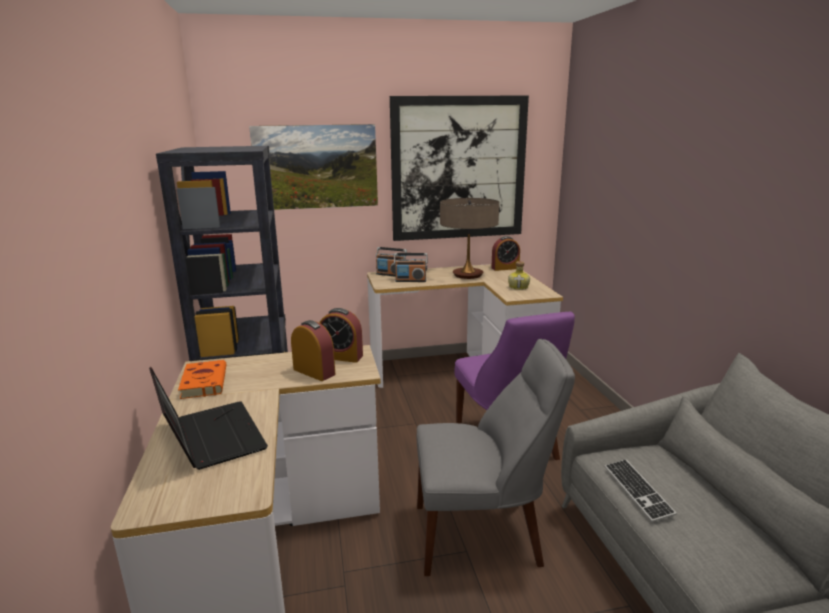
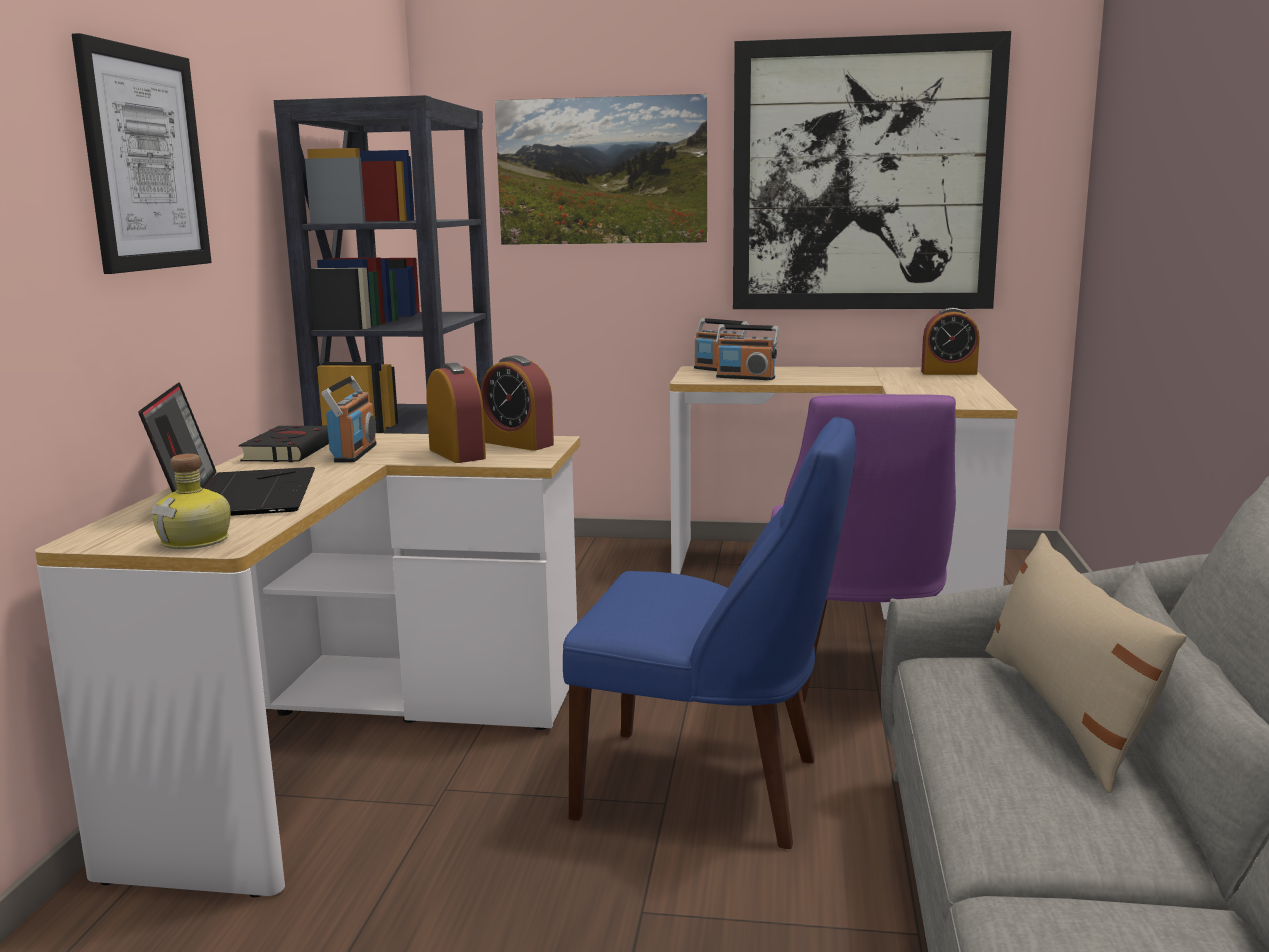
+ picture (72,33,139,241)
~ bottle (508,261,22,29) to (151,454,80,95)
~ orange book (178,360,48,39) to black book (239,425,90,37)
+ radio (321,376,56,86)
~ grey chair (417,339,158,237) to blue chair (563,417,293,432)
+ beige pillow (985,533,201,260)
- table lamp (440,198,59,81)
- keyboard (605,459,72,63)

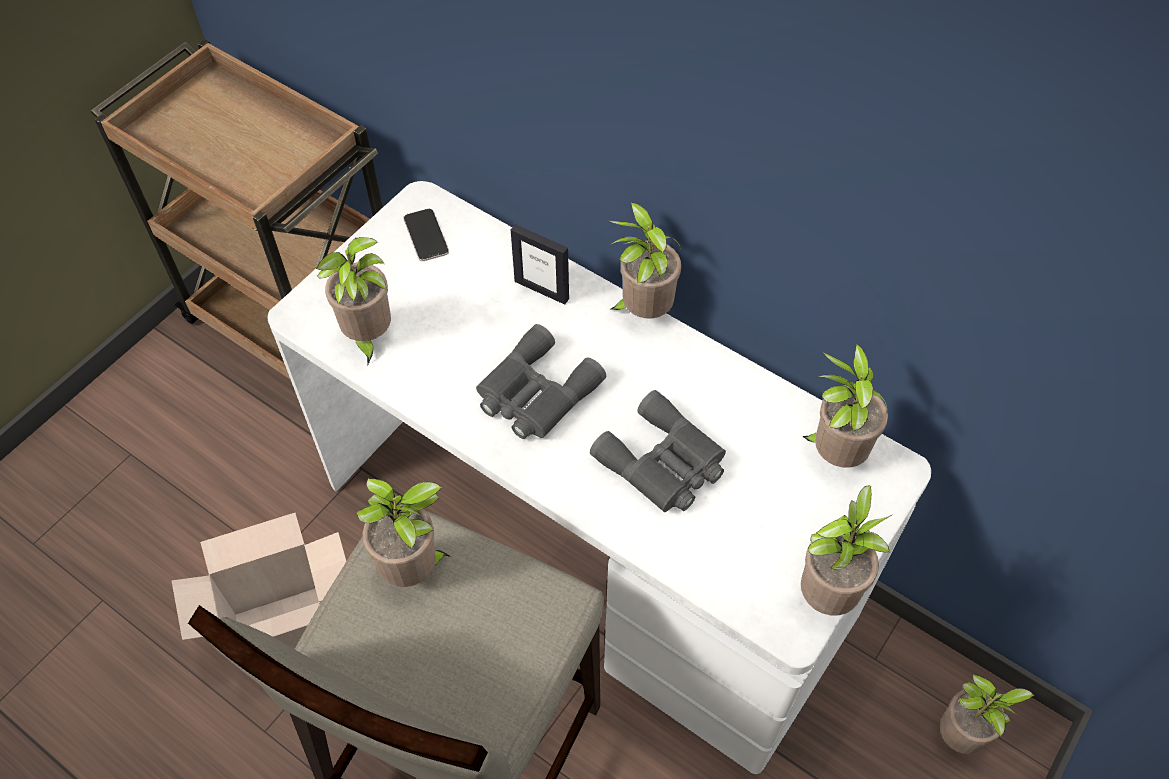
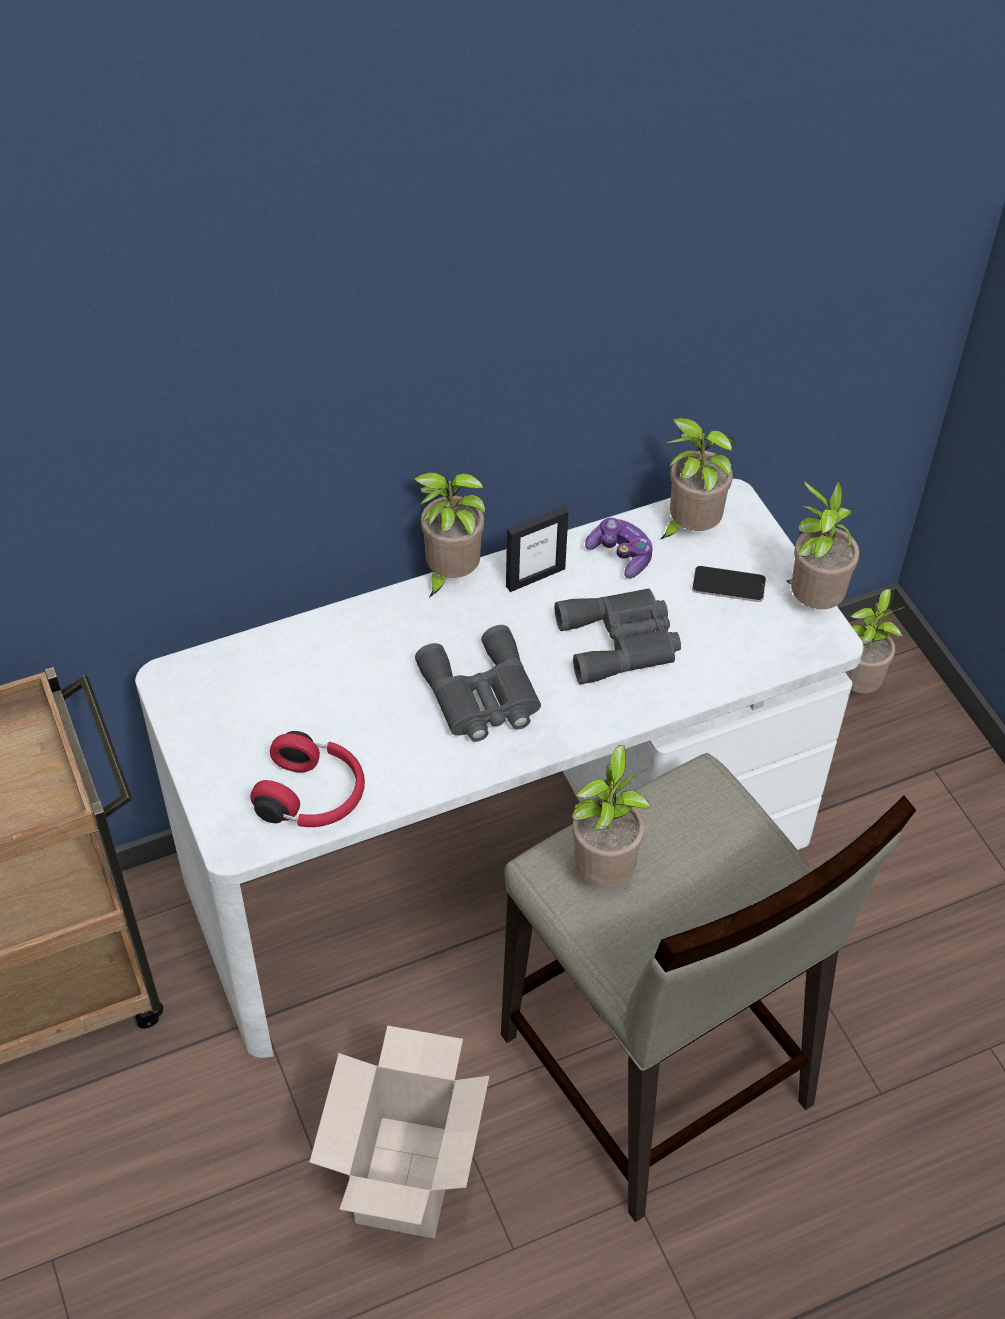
~ potted plant (316,237,75,127) to red headphones (250,731,115,96)
~ picture frame (511,224,58,81) to (506,506,62,86)
+ game controller (585,517,68,61)
~ phone (404,208,45,53) to (692,566,74,36)

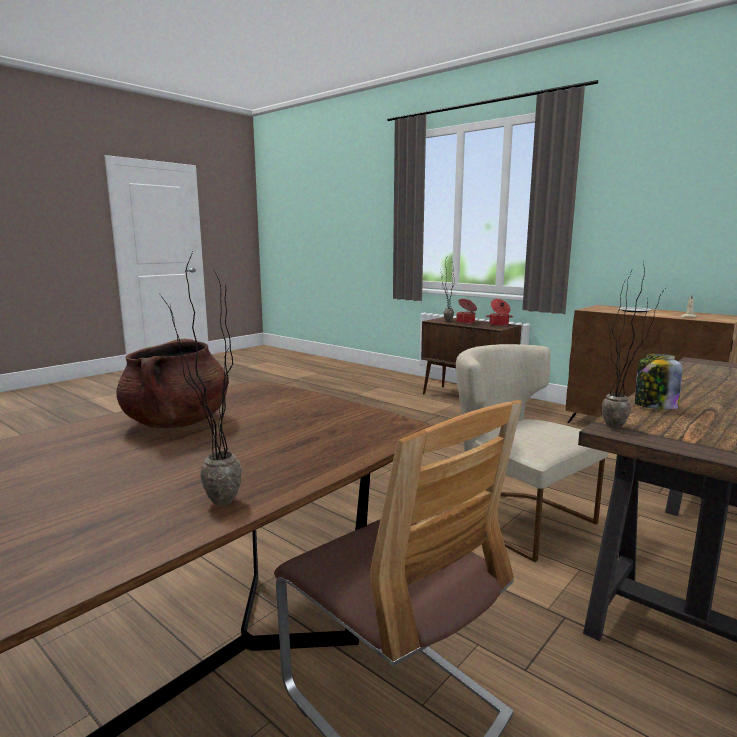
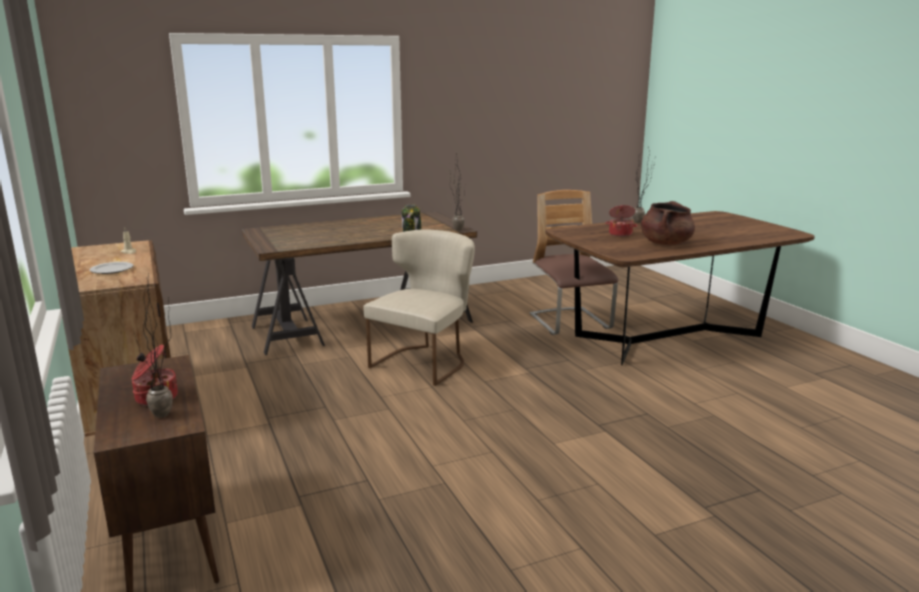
~ beige chair (456,344,153,218) = (363,229,112,157) 135 degrees counterclockwise
~ cooking pot (486,299,27,27) to (605,205,33,32)

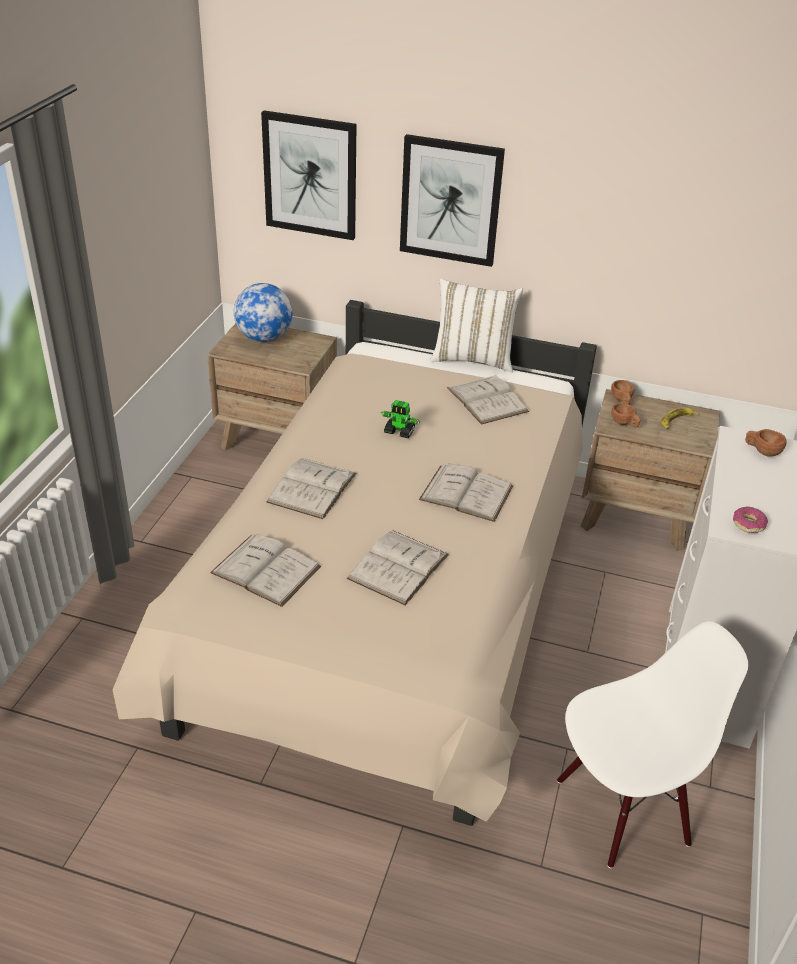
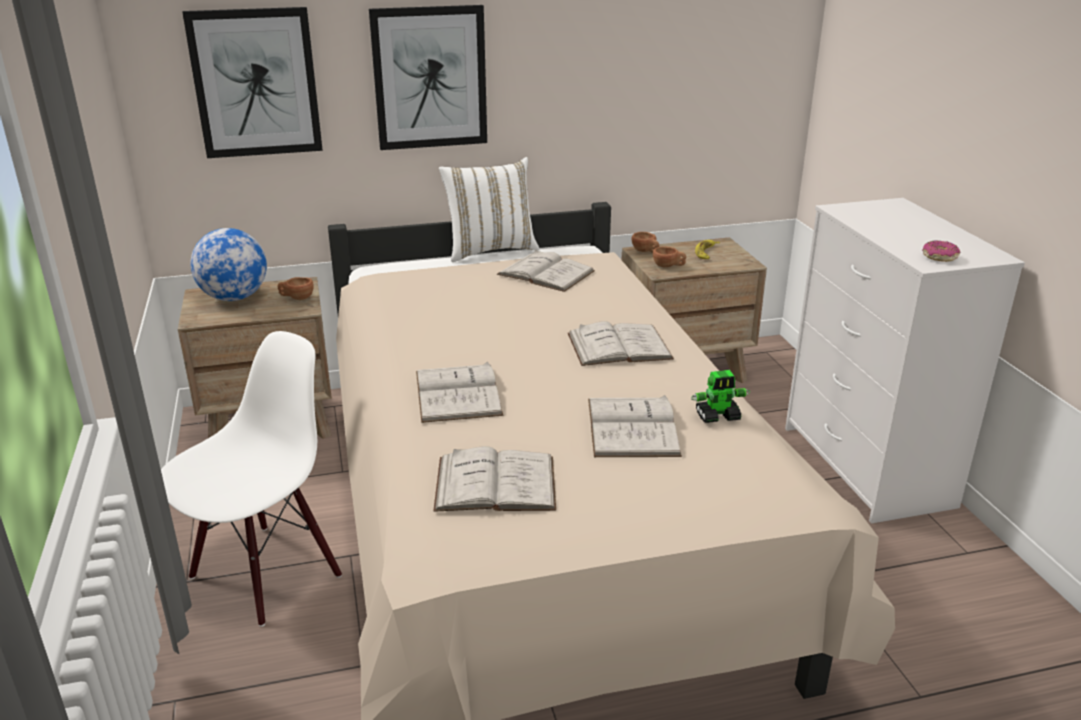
~ white chair (557,621,191,247) to (161,331,181,296)
~ brown cup (745,429,42,28) to (278,277,36,23)
~ toy robot (380,400,40,38) to (691,370,59,53)

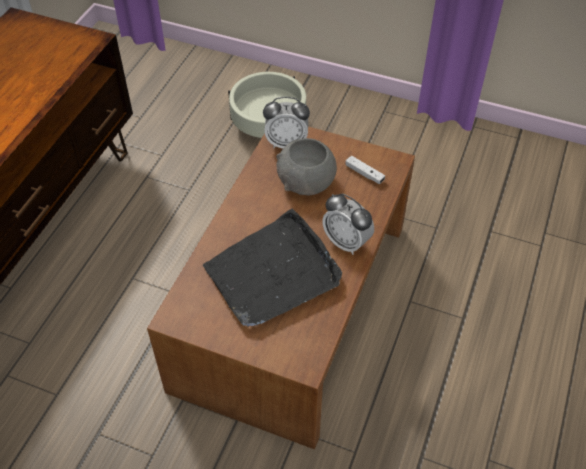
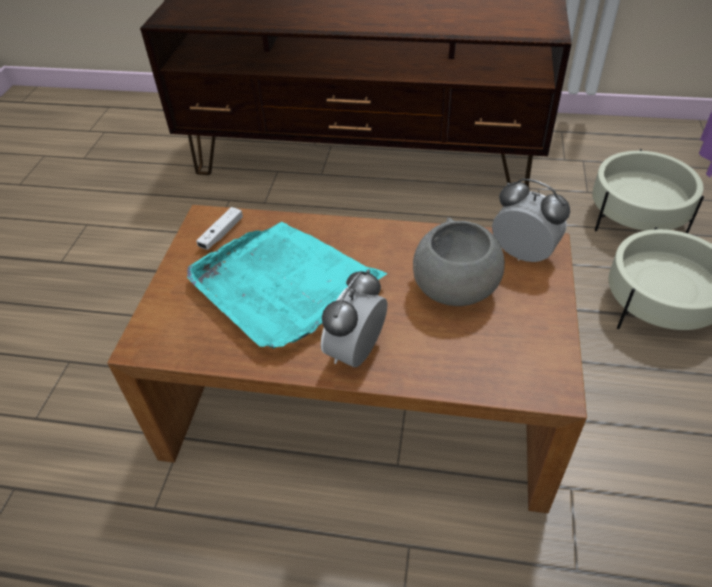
~ black tray (203,208,139,119) to turquoise tray (187,222,200,127)
~ white game controller (345,156,40,28) to (196,207,47,43)
~ alarm clock (263,97,47,51) = (492,179,78,83) 135 degrees clockwise
+ beige planter (592,149,112,84)

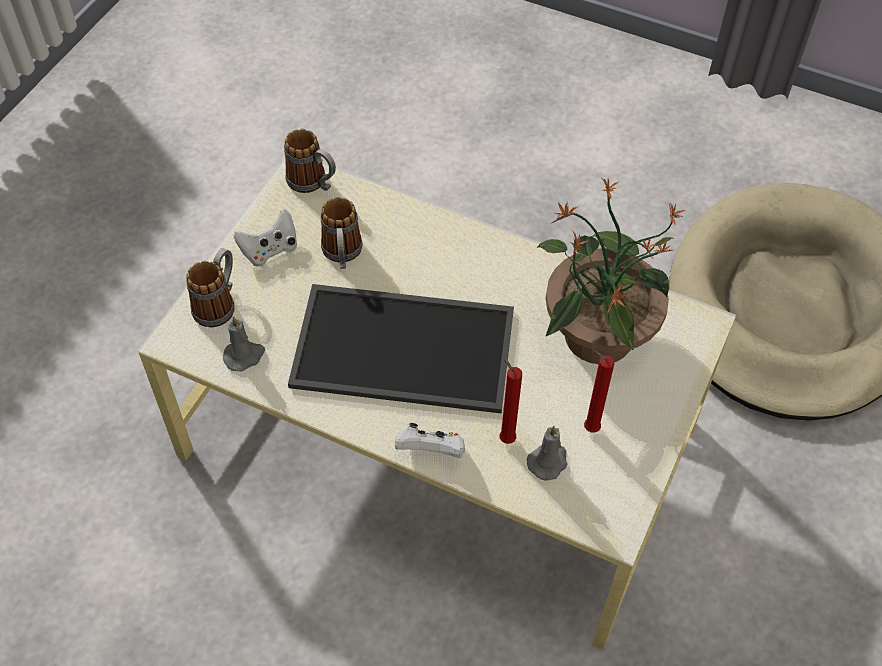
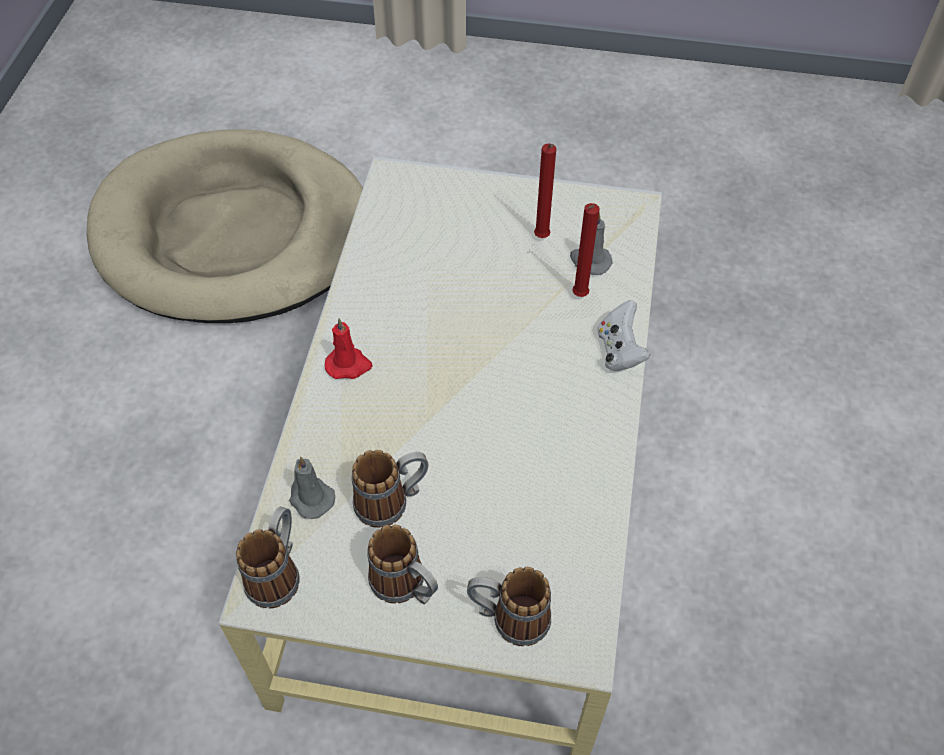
~ grey candle (223,316,42,56) to (289,457,46,62)
+ red candle (325,318,48,61)
~ white game controller (233,209,64,57) to mug (367,524,71,80)
- tray (288,284,226,129)
- potted plant (537,178,149,186)

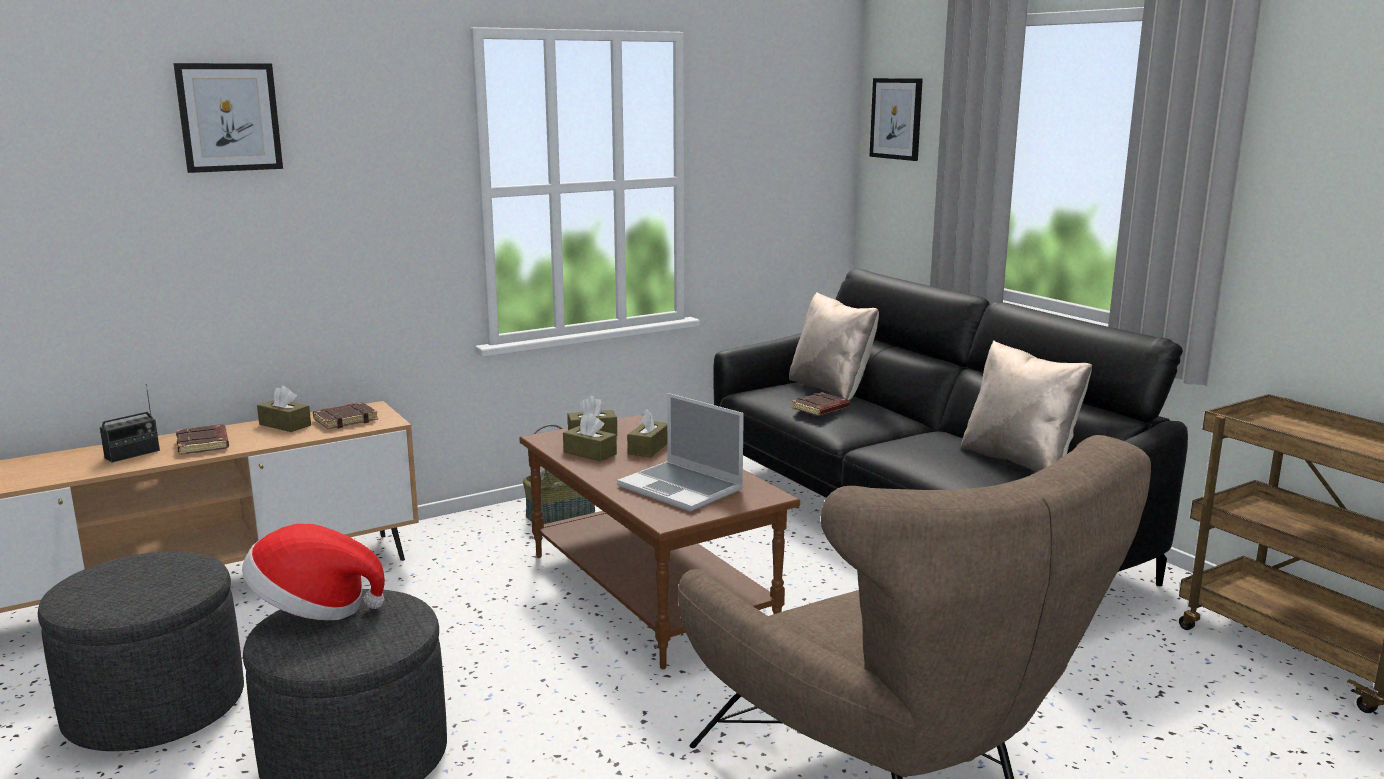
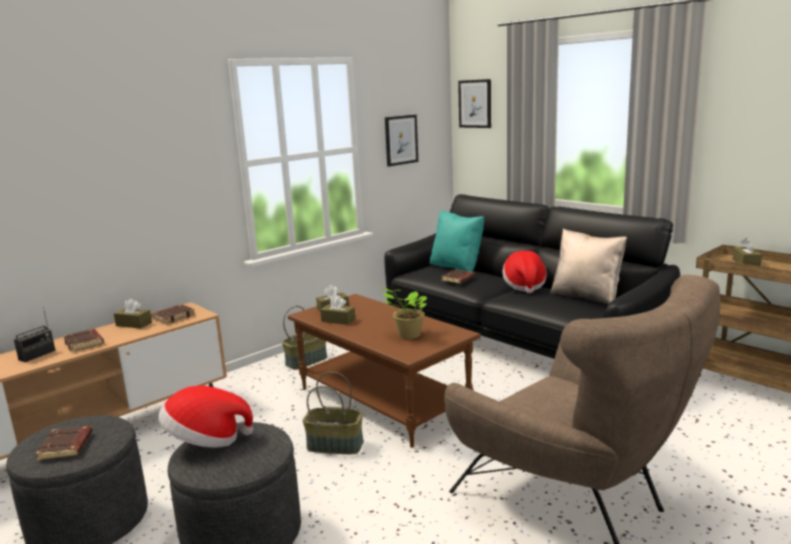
+ brown book (36,425,57,36)
+ basket (303,372,61,82)
~ laptop (617,393,127,119) to potted plant (380,287,47,52)
~ picture (173,63,110,110) to (385,115,33,52)
~ beige pillow (789,292,90,108) to turquoise pillow (430,210,54,62)
+ hat (502,251,45,42)
~ brown tissue box (627,409,40,48) to (733,238,29,29)

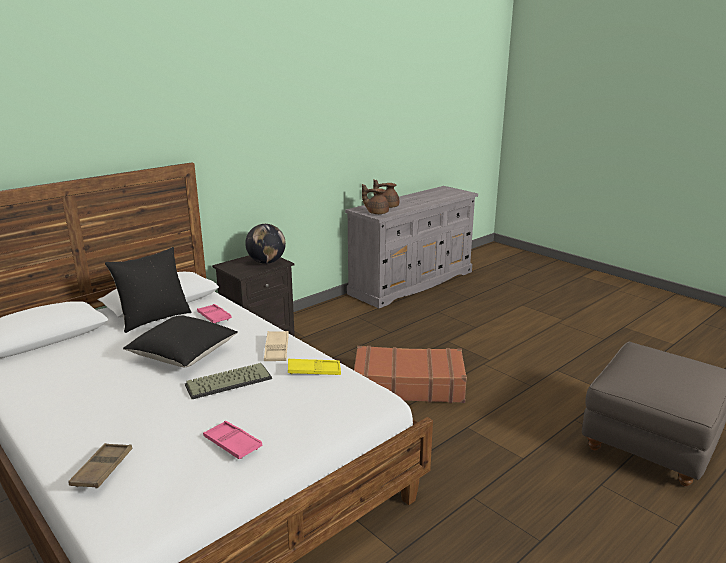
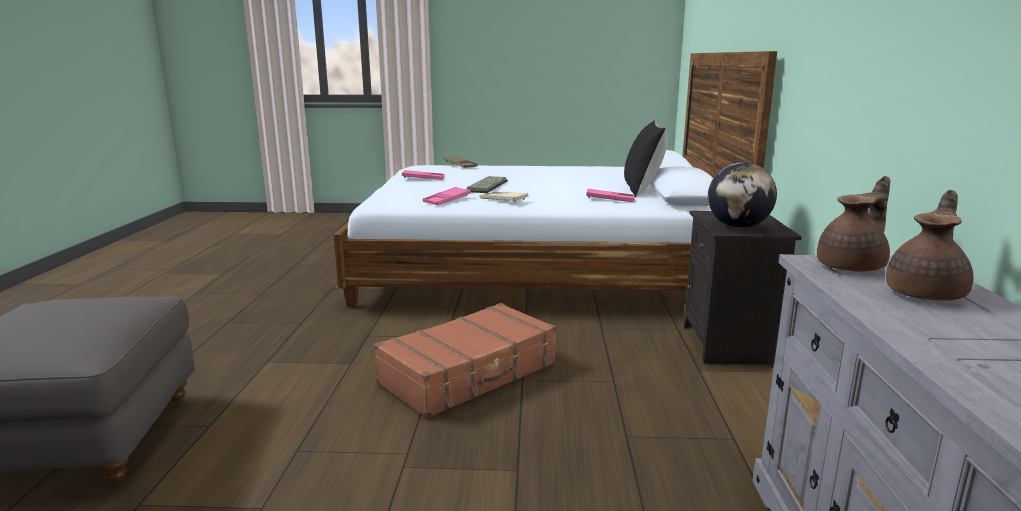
~ yellow tray (288,359,53,16) to pink tray (423,187,48,18)
- black pillow (123,315,115,52)

